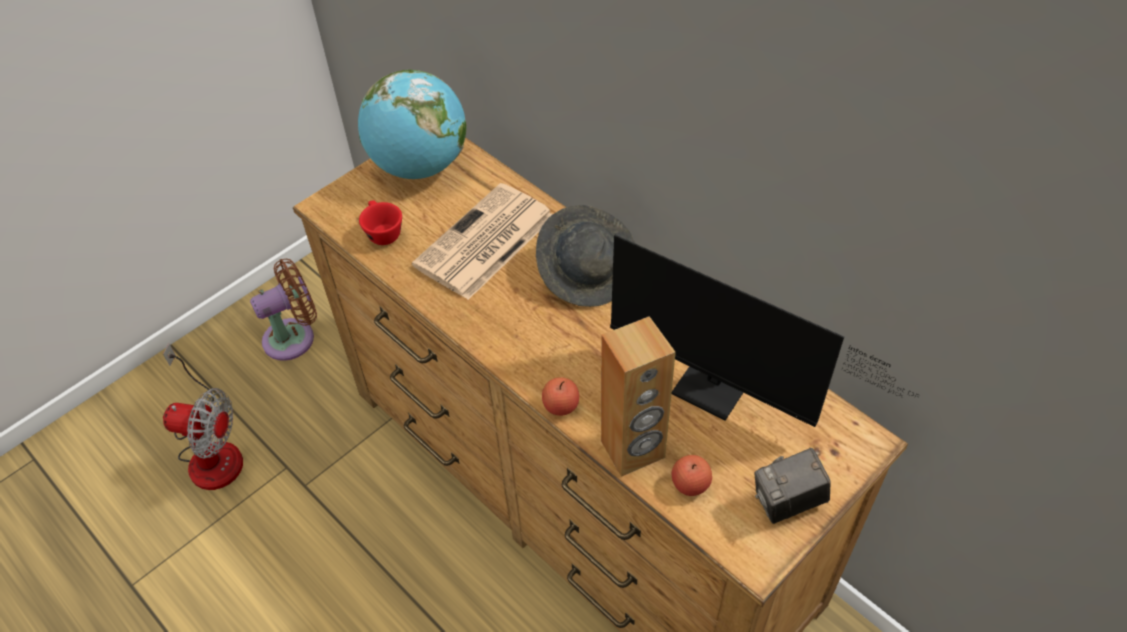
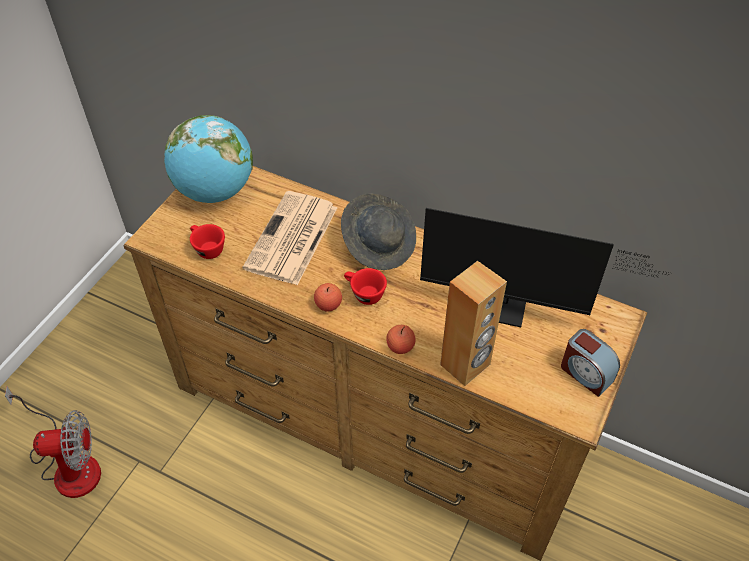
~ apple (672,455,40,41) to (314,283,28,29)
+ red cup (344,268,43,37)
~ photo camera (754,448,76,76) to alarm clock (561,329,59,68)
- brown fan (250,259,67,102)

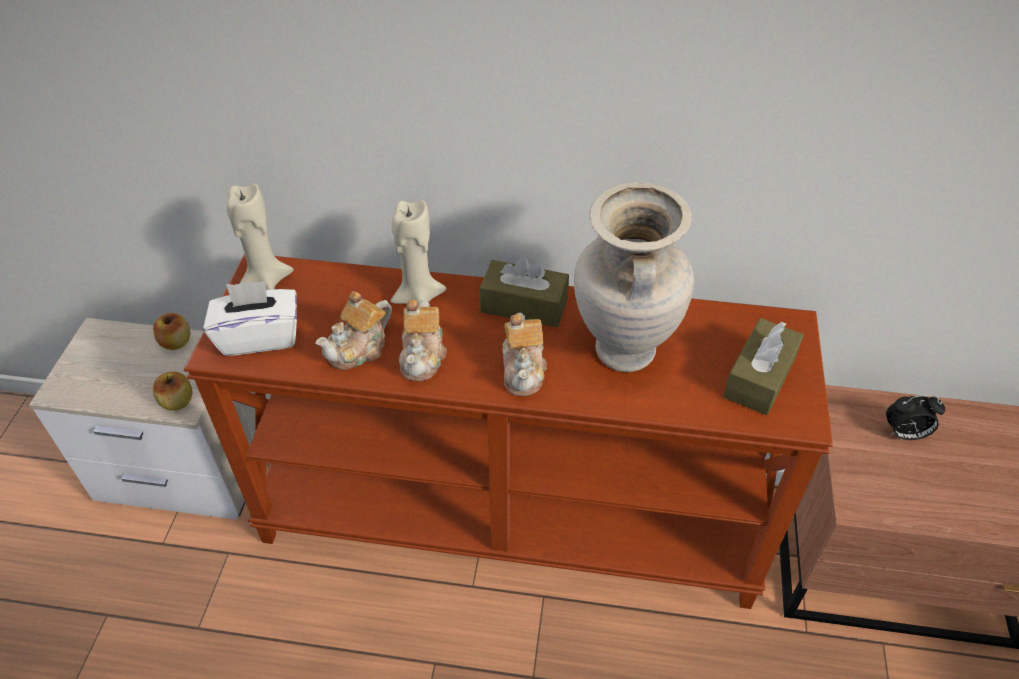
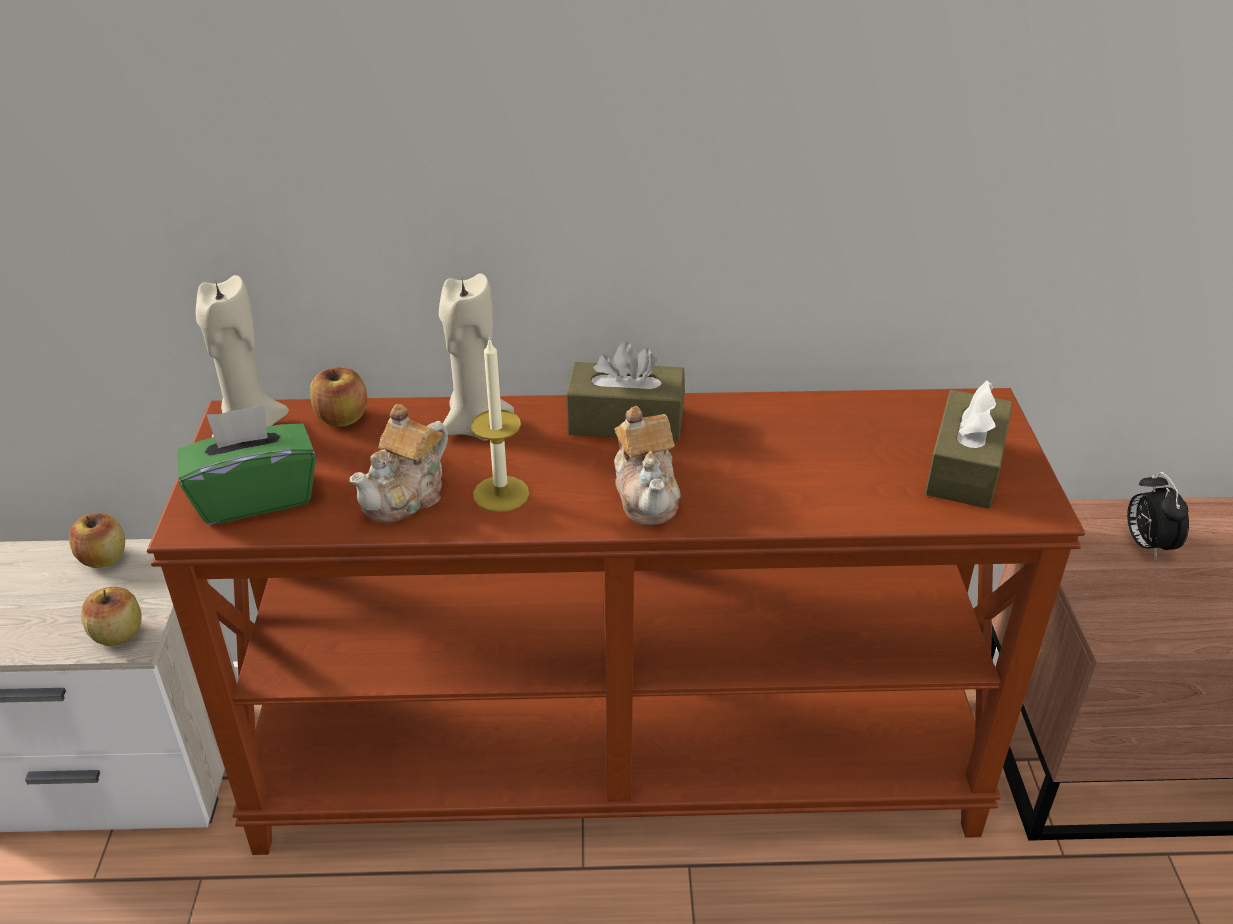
~ white tissue box (203,281,94,75) to green tissue box (178,405,138,120)
+ apple (310,367,57,60)
~ teapot (399,299,48,82) to candle (471,337,58,175)
~ alarm clock (886,395,59,45) = (1127,472,62,88) 90 degrees clockwise
- beige vase (574,182,120,190)

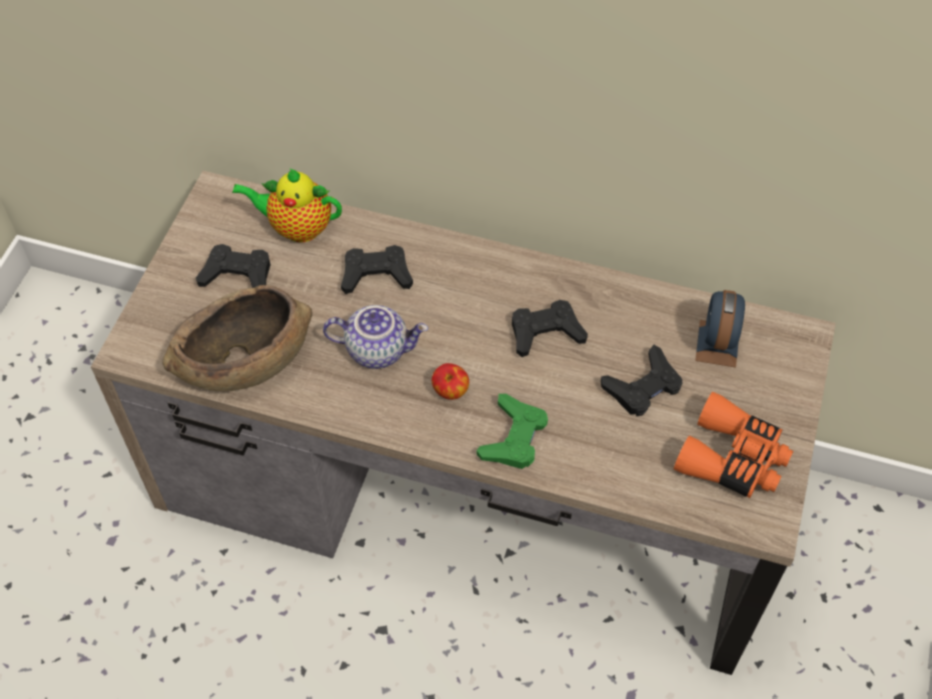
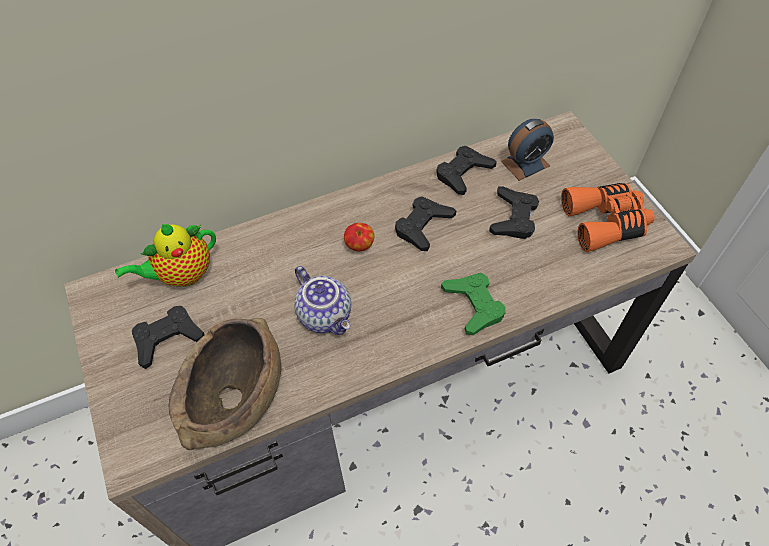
~ teapot (323,305,105,64) = (294,266,57,69) 90 degrees clockwise
~ apple (432,363,37,37) to (344,223,30,28)
~ black game controller (341,245,72,49) to (436,146,61,49)
~ alarm clock (695,290,50,78) = (501,119,53,62) 90 degrees counterclockwise

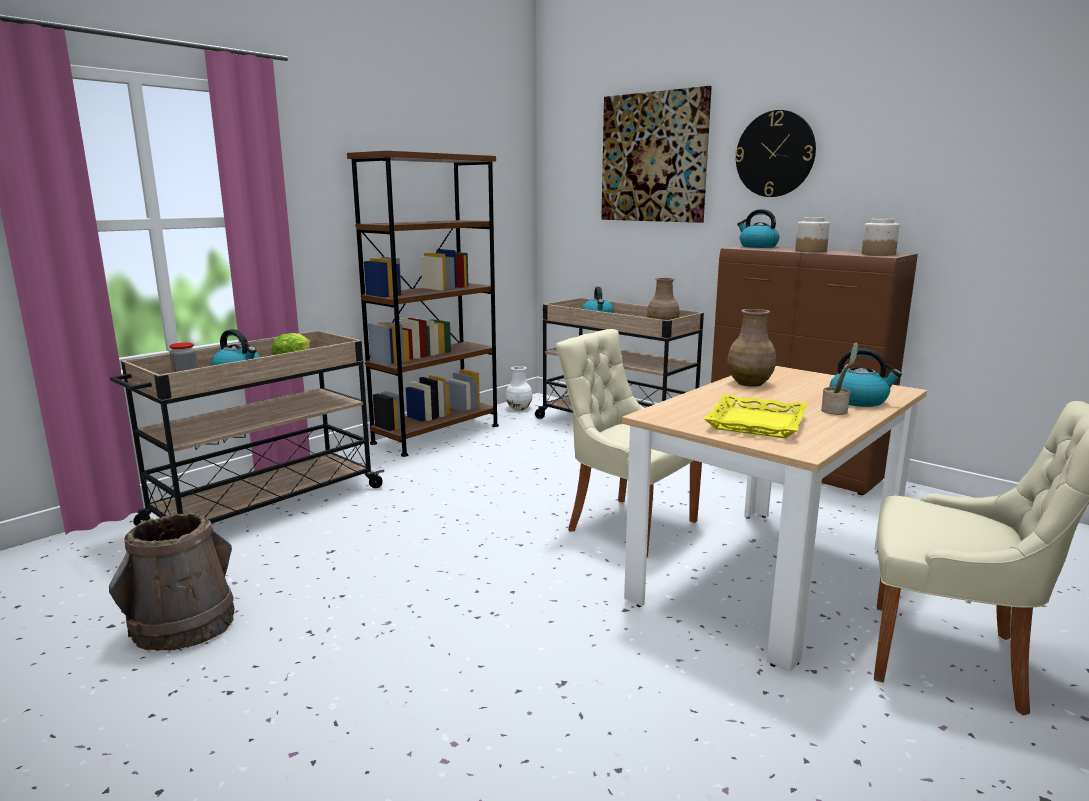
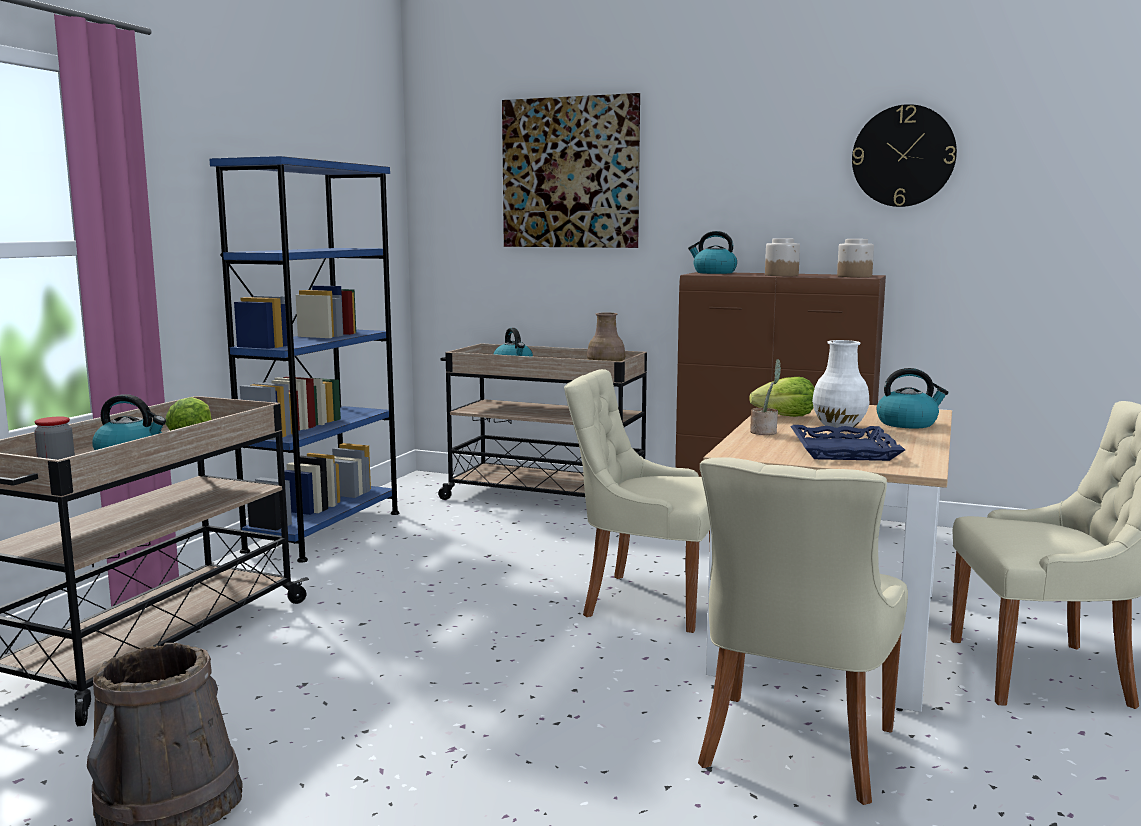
~ brown bookcase (347,151,152,306) to blue bookcase (209,156,191,407)
+ beige chair (698,457,210,348)
~ brown vase (727,309,49,78) to lettuce (749,377,66,40)
~ potted plant (821,342,37,73) to (750,359,31,76)
~ yellow tray (704,394,104,44) to blue tray (790,425,115,36)
~ white vase (506,366,26,45) to (812,340,57,88)
~ wall clock (735,110,81,87) to (852,104,105,103)

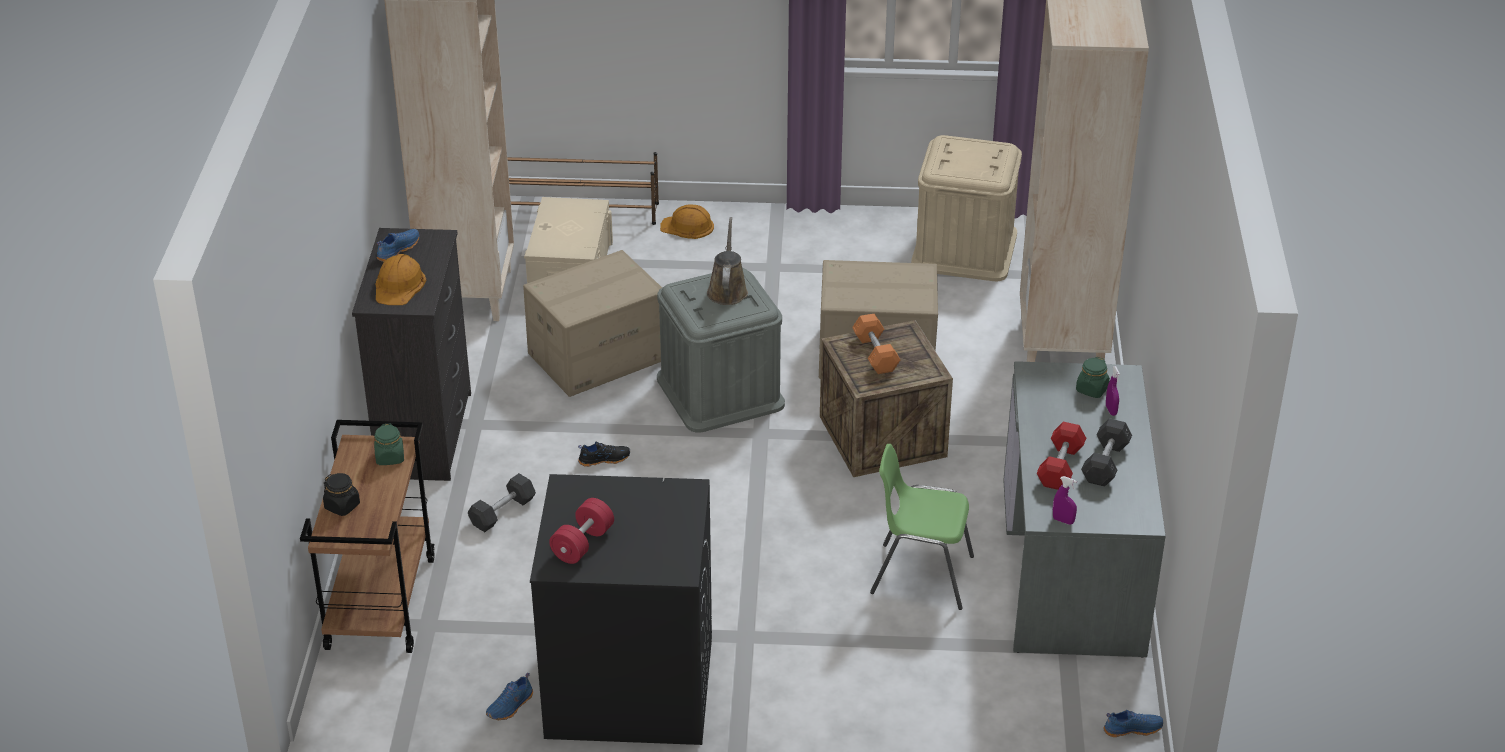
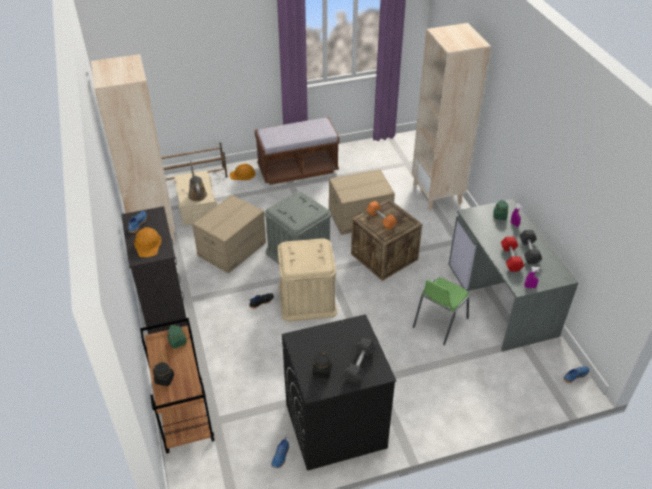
~ brown watering can (707,217,41,88) to (188,161,19,40)
+ brown bench (255,117,84,68)
~ beige storage box (911,135,111,146) to (277,238,60,84)
~ red dumbbell (549,498,65,66) to black jar (313,352,19,26)
~ grey dumbbell (468,473,68,59) to (343,338,33,45)
~ green chair (870,444,104,166) = (413,277,56,68) 45 degrees counterclockwise

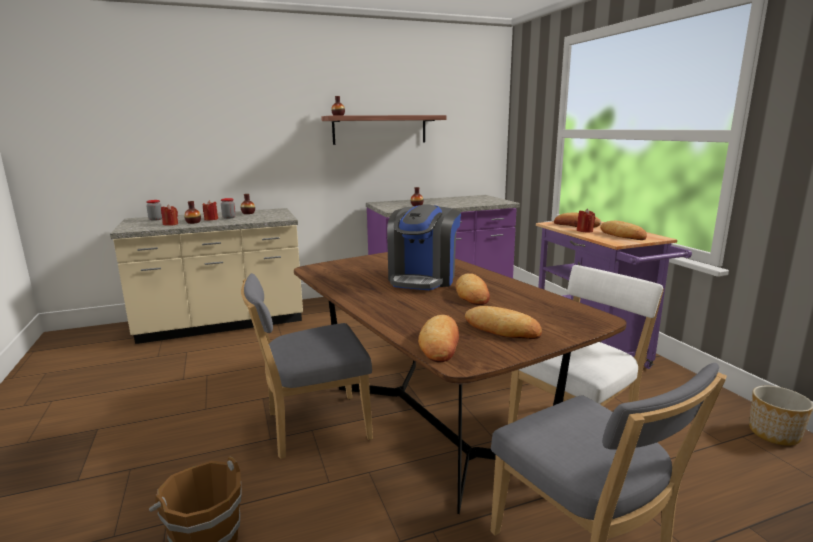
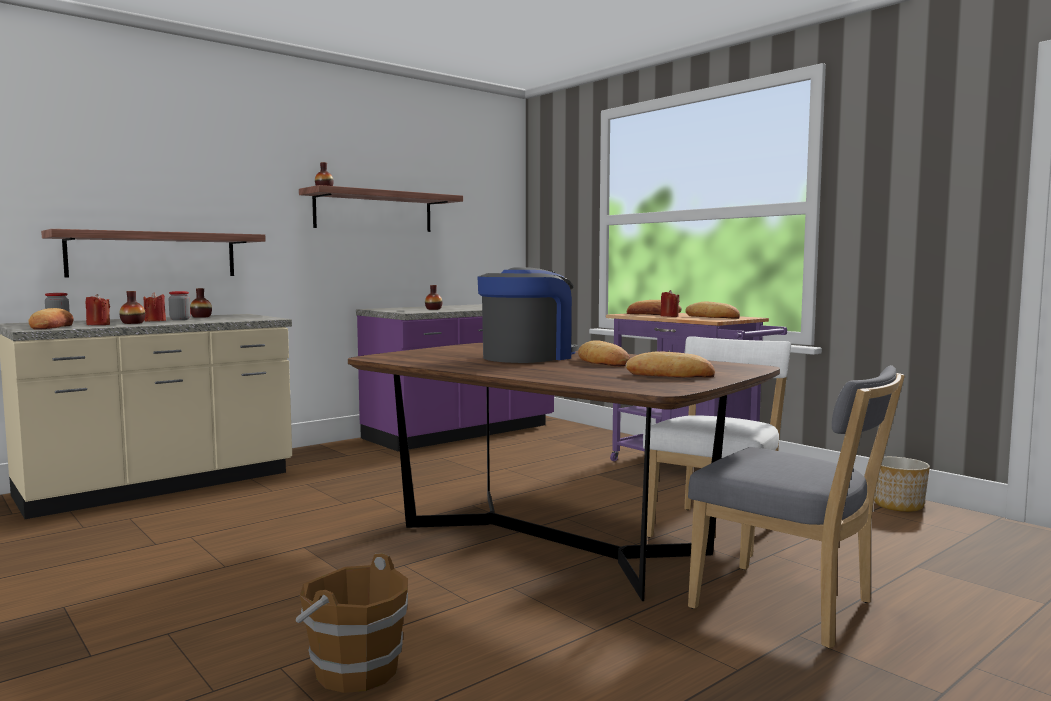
~ bread (418,315,41,47) to (28,308,46,22)
+ shelf (41,229,225,48)
~ coffee machine (387,204,74,86) = (477,267,102,96) 135 degrees counterclockwise
- grey chair (241,273,132,186)

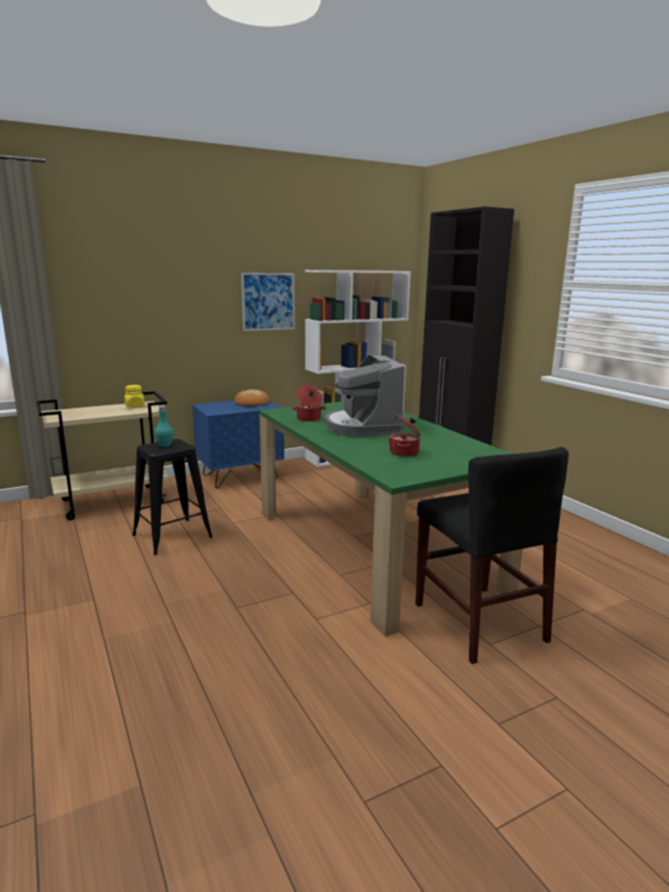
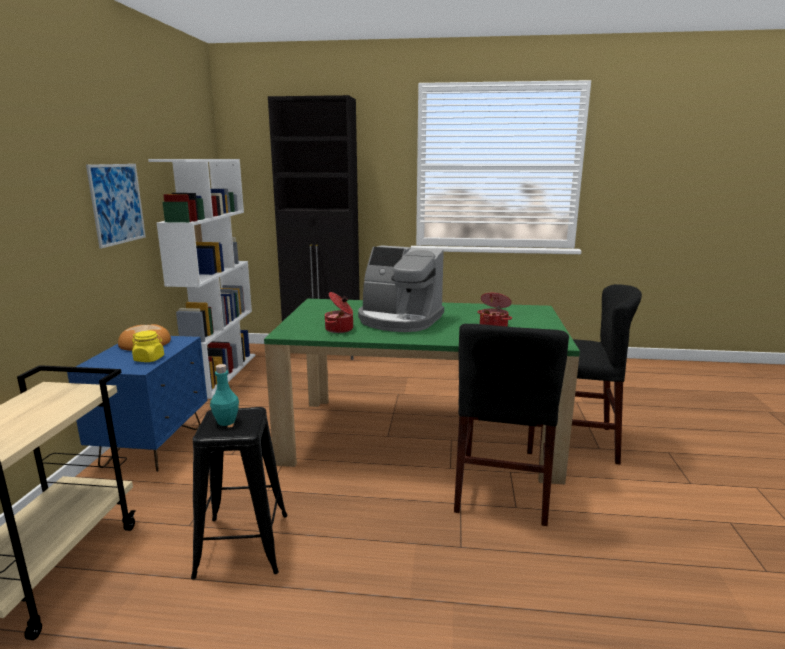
~ yellow jar (124,385,21,23) to (132,331,32,31)
+ black chair (454,324,115,202)

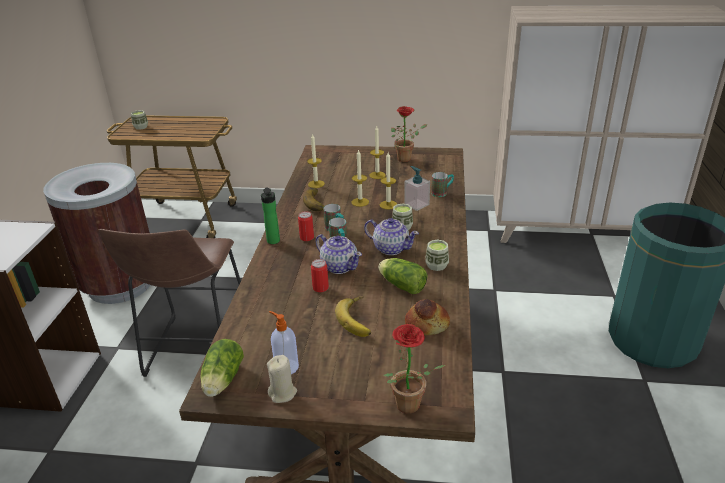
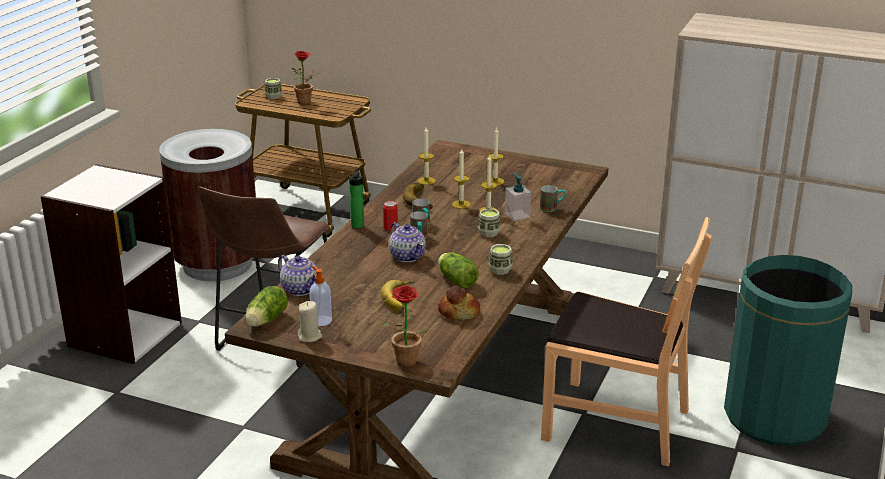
~ teapot (364,218,55,37) to (278,255,39,41)
~ potted plant (391,106,37,56) to (291,51,32,54)
+ brown chair (541,217,171,249)
- can (311,259,18,33)

